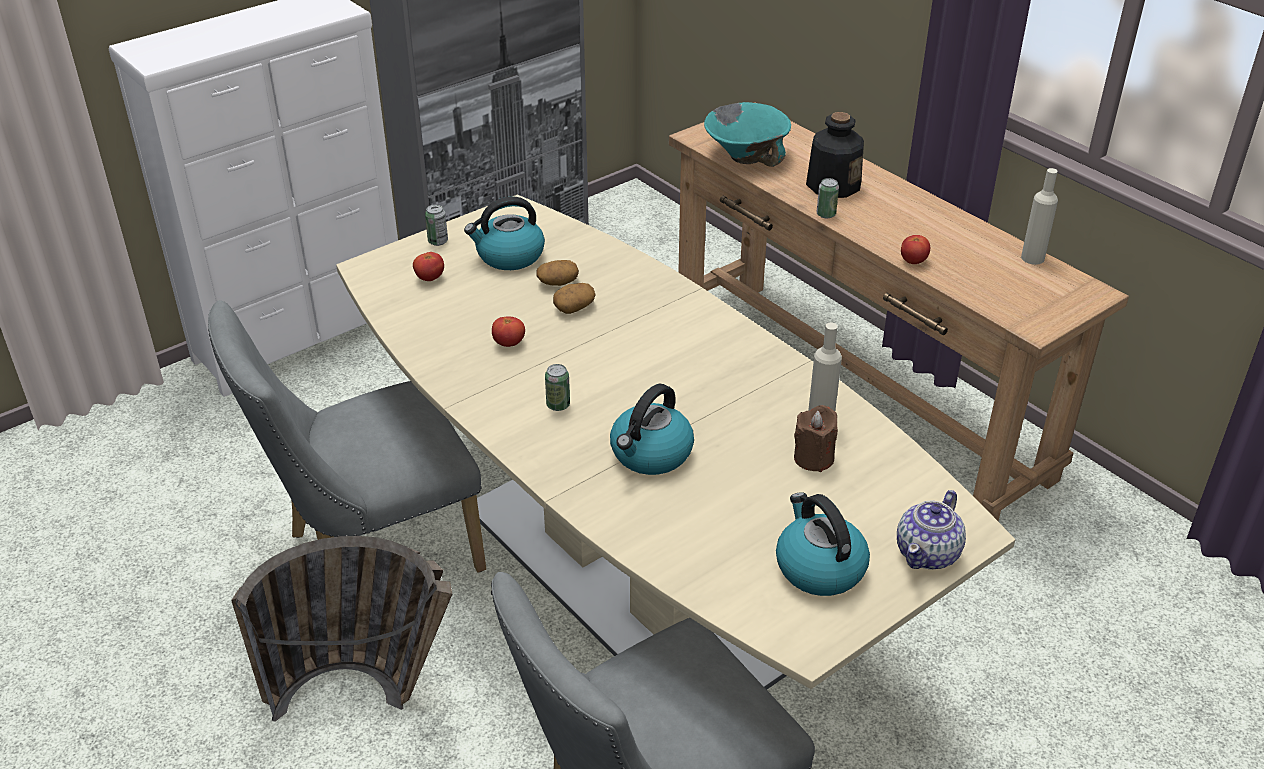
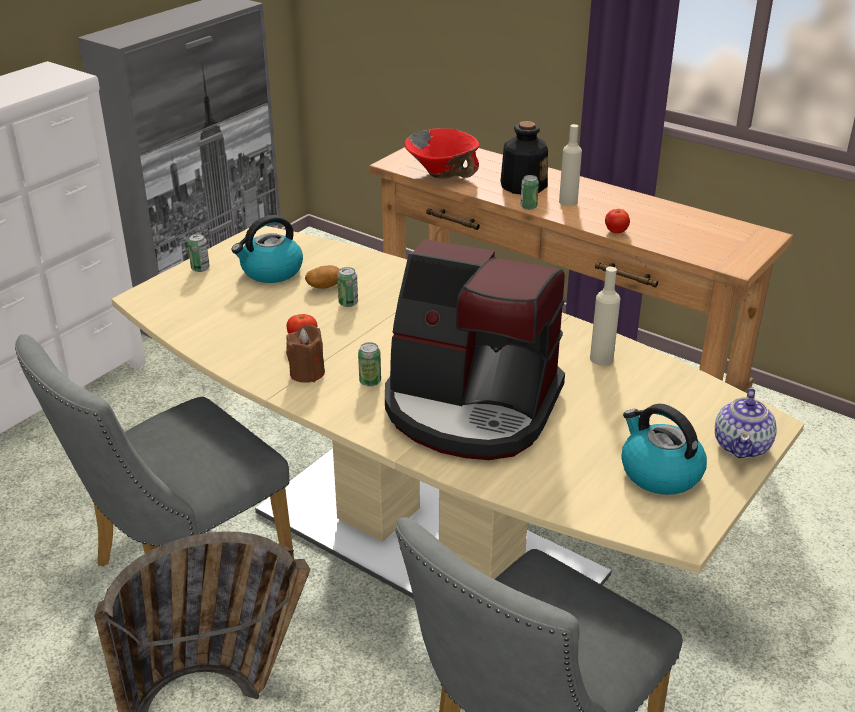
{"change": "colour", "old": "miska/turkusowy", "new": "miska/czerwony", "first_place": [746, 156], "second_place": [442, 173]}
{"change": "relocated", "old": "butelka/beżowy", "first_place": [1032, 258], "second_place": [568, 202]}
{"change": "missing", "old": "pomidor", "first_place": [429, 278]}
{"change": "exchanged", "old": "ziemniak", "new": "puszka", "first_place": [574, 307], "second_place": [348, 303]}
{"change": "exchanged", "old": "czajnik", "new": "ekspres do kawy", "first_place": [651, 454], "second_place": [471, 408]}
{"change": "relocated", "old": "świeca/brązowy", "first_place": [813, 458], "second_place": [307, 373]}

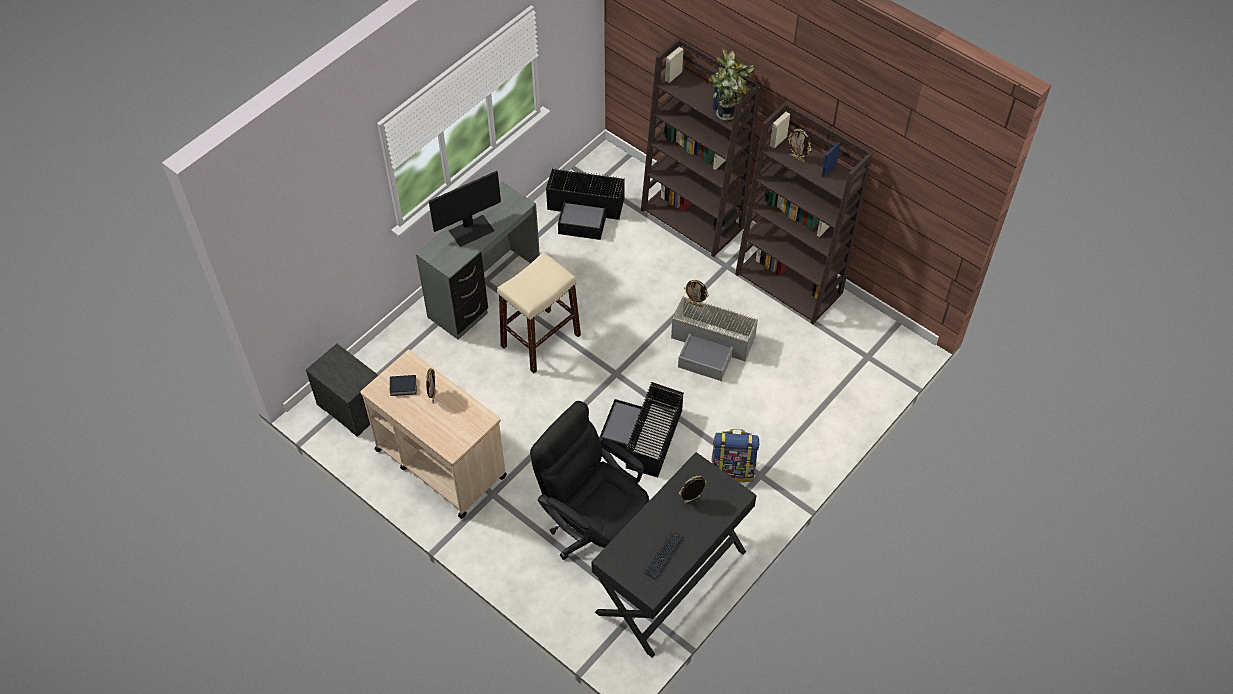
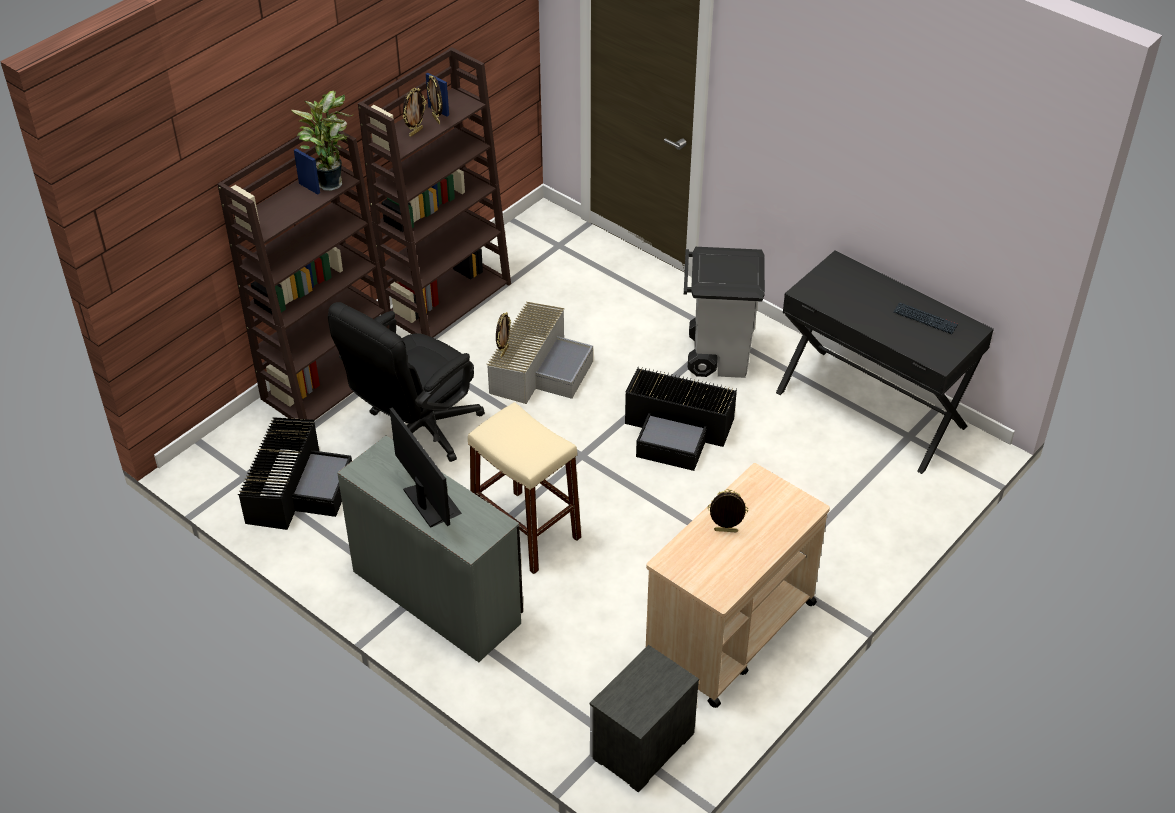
{"change": "missing", "old": "książka", "first_place": [403, 387]}
{"change": "relocated", "old": "krzesło biurowe/czarny", "first_place": [595, 528], "second_place": [415, 433]}
{"change": "exchanged", "old": "plecak", "new": "kosz na śmieci/szary", "first_place": [733, 469], "second_place": [717, 356]}
{"change": "relocated", "old": "ramka na zdjęcie", "first_place": [691, 500], "second_place": [437, 119]}

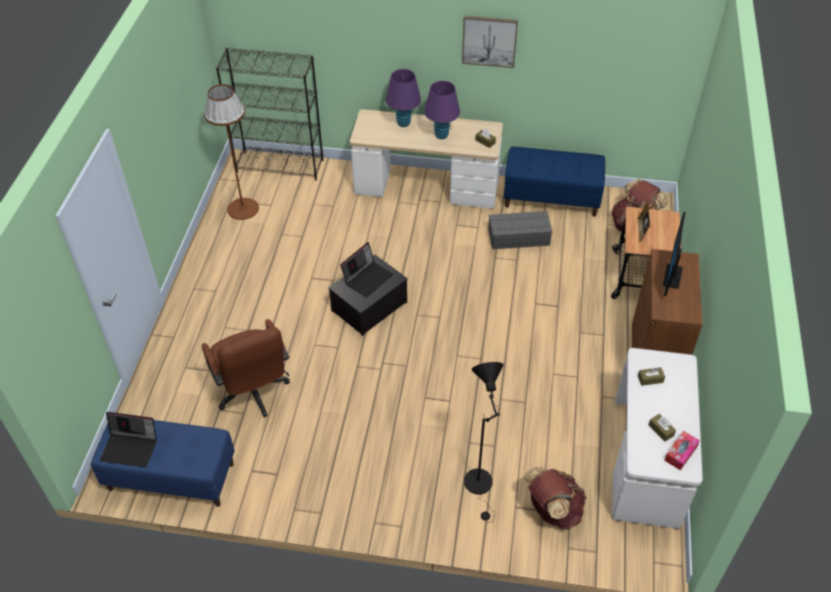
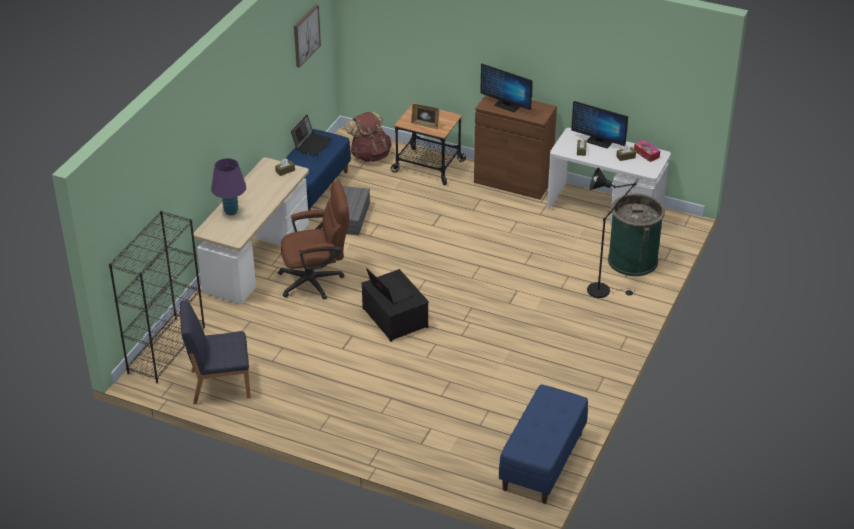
{"change": "relocated", "old": "obraz", "first_place": [489, 41], "second_place": [306, 35]}
{"change": "missing", "old": "lampa stołowa/fioletowy", "first_place": [441, 135]}
{"change": "exchanged", "old": "lampa stojąca/brązowy", "new": "krzesło/niebieski", "first_place": [243, 208], "second_place": [219, 384]}
{"change": "relocated", "old": "krzesło biurowe/brązowy", "first_place": [253, 393], "second_place": [317, 280]}
{"change": "relocated", "old": "laptop", "first_place": [131, 447], "second_place": [312, 144]}
{"change": "exchanged", "old": "plecak/brązowy", "new": "kosz na śmieci/zielony", "first_place": [552, 510], "second_place": [632, 260]}
{"change": "appeared", "new": "monitor", "second_place": [599, 142]}

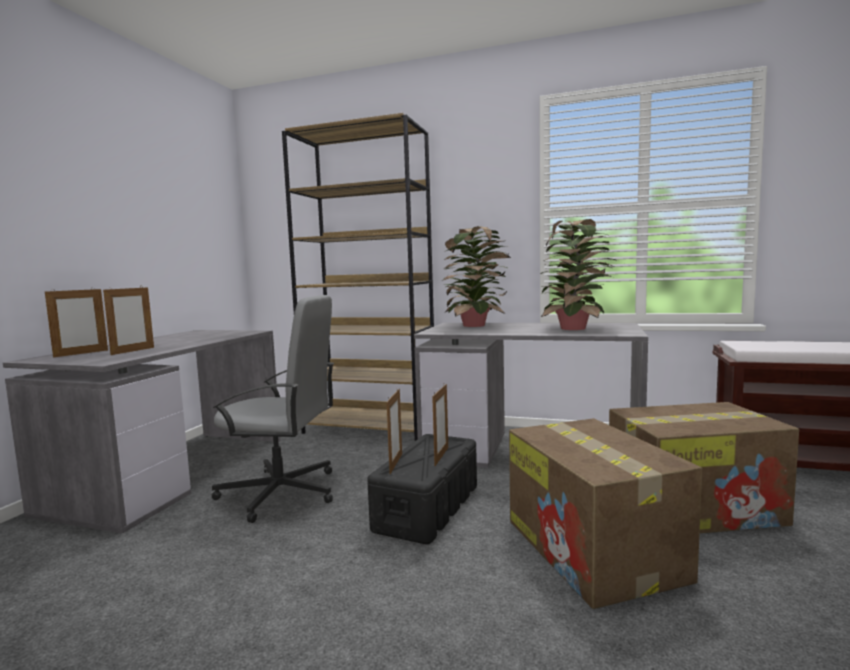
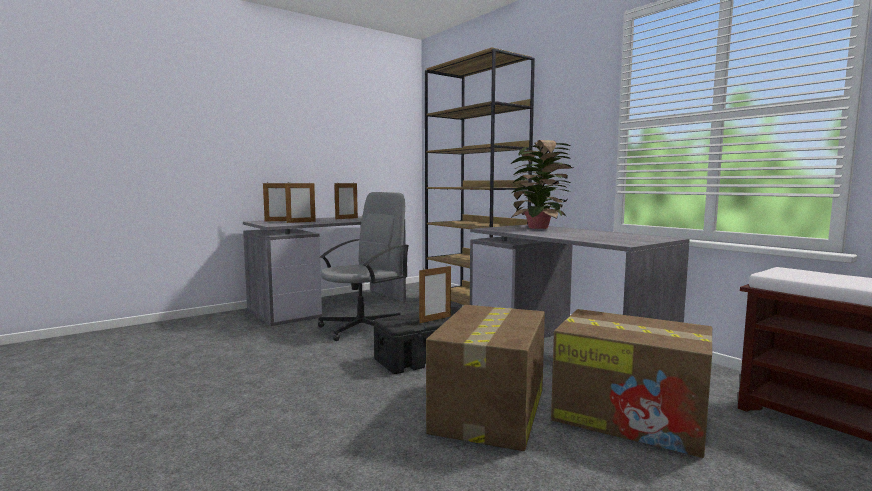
{"change": "missing", "old": "roślina doniczkowa", "first_place": [575, 328]}
{"change": "spun", "old": "krzesło biurowe/szary", "first_place": [281, 493], "second_place": [363, 328], "degrees": -90}
{"change": "relocated", "old": "ramka na zdjęcie", "first_place": [396, 463], "second_place": [346, 218]}

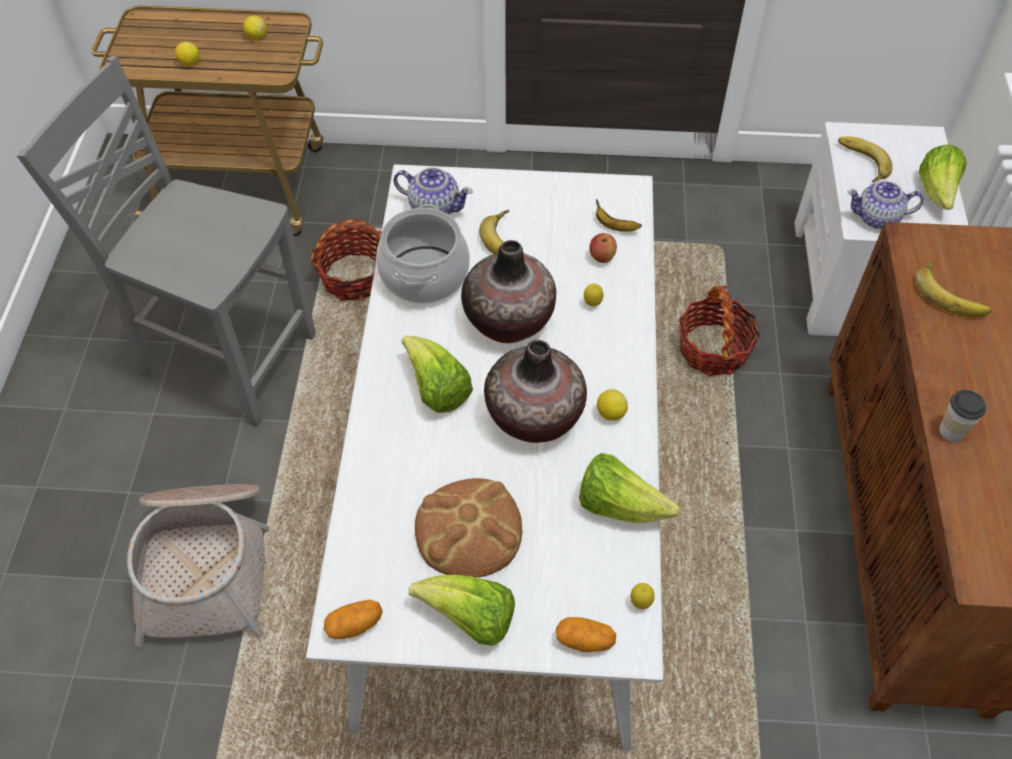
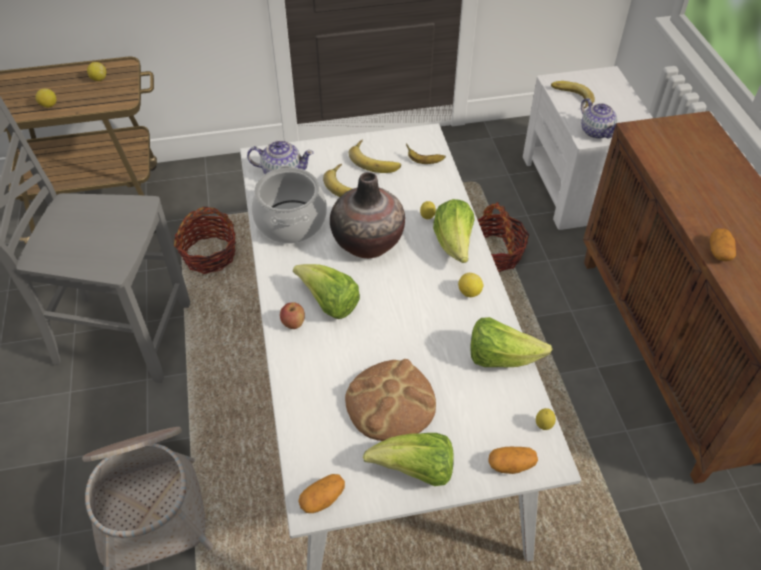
{"change": "relocated", "old": "sałata", "first_place": [937, 192], "second_place": [454, 244]}
{"change": "spun", "old": "imbryk", "first_place": [878, 218], "second_place": [596, 131], "degrees": -105}
{"change": "relocated", "old": "jabłko", "first_place": [601, 257], "second_place": [293, 323]}
{"change": "relocated", "old": "banan", "first_place": [952, 293], "second_place": [375, 160]}
{"change": "missing", "old": "wazon", "first_place": [534, 416]}
{"change": "exchanged", "old": "filiżanka", "new": "ziemniak", "first_place": [952, 431], "second_place": [719, 252]}

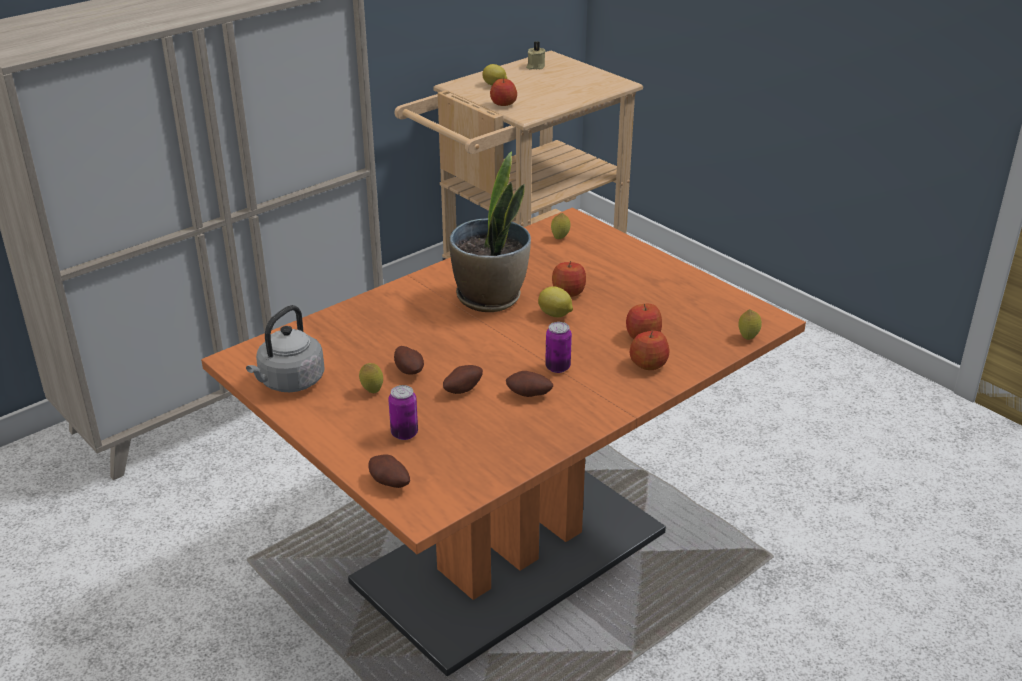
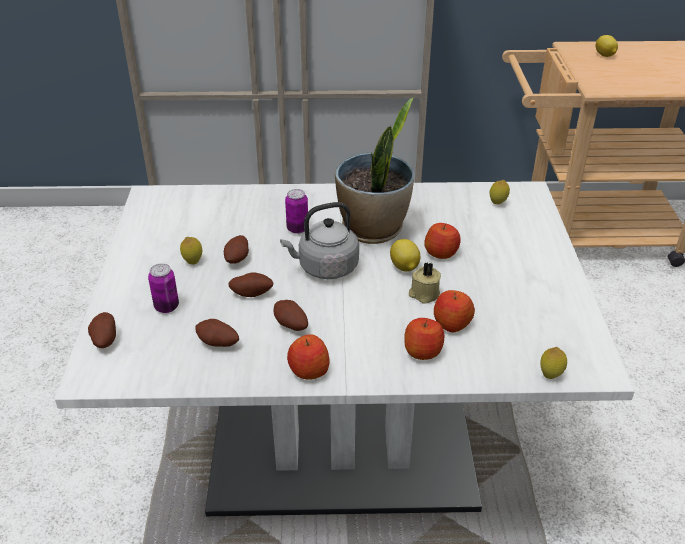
{"change": "relocated", "old": "świeca/beżowy", "first_place": [535, 66], "second_place": [424, 294]}
{"change": "relocated", "old": "jabłko", "first_place": [503, 103], "second_place": [308, 370]}
{"change": "colour", "old": "stół jadalny/pomarańczowy", "new": "stół jadalny/biały", "first_place": [511, 558], "second_place": [342, 455]}
{"change": "relocated", "old": "czajnik/szary", "first_place": [289, 382], "second_place": [325, 268]}
{"change": "relocated", "old": "puszka", "first_place": [557, 367], "second_place": [297, 229]}
{"change": "appeared", "new": "ziemniak", "second_place": [217, 344]}

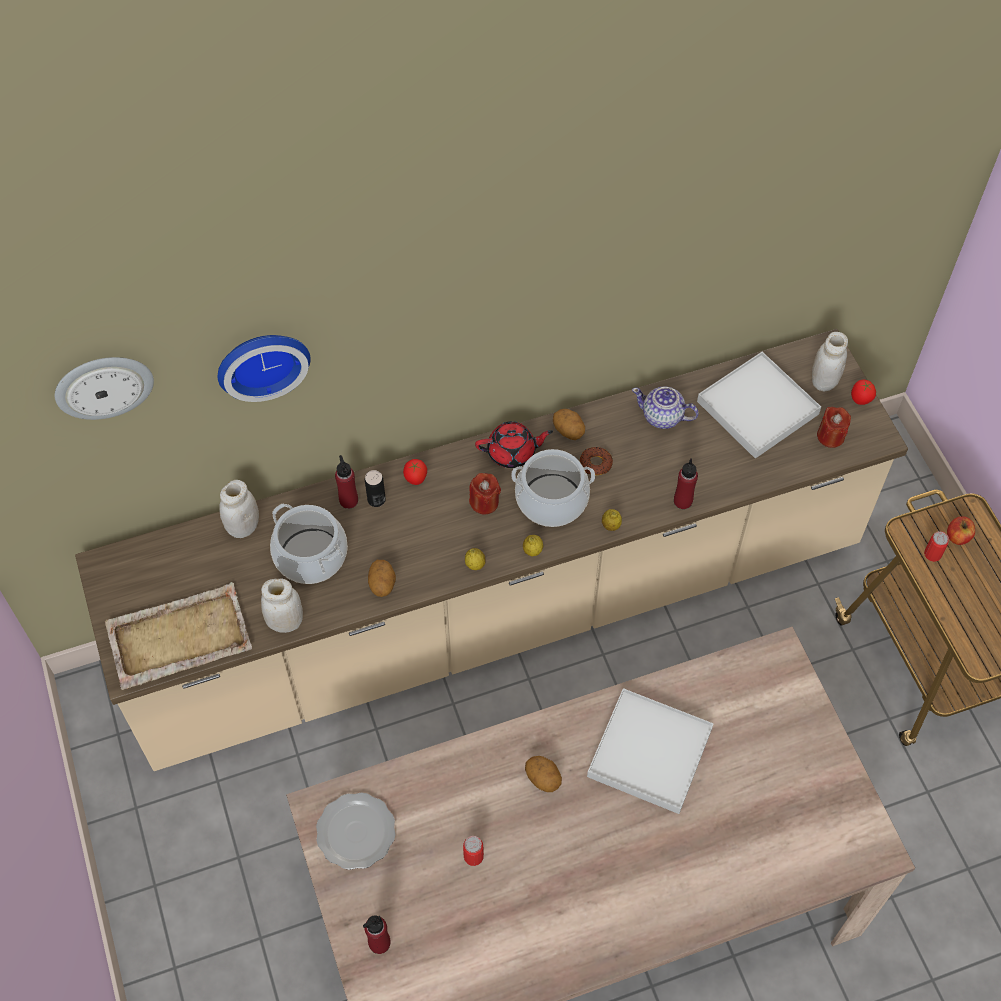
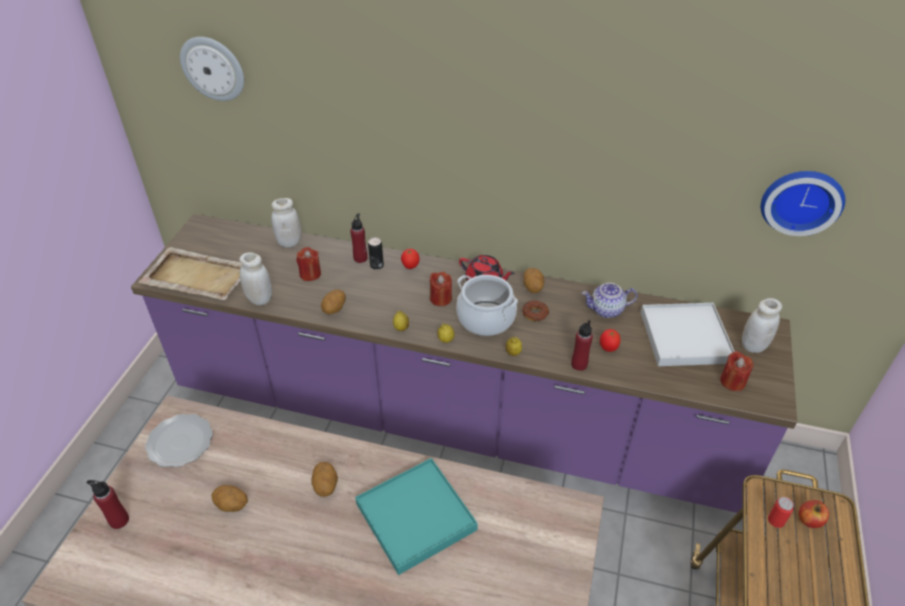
{"change": "colour", "old": "zabudowa kuchenna/beżowy", "new": "zabudowa kuchenna/fioletowy", "first_place": [500, 610], "second_place": [452, 419]}
{"change": "relocated", "old": "zegar ścienny", "first_place": [261, 361], "second_place": [801, 199]}
{"change": "relocated", "old": "pomidor", "first_place": [860, 400], "second_place": [608, 348]}
{"change": "spun", "old": "imbryk", "first_place": [663, 417], "second_place": [607, 310], "degrees": -60}
{"change": "exchanged", "old": "garnek", "new": "świeca/czerwony", "first_place": [311, 555], "second_place": [310, 274]}
{"change": "colour", "old": "taca/biały", "new": "taca/turkusowy", "first_place": [649, 753], "second_place": [415, 517]}
{"change": "exchanged", "old": "puszka", "new": "ziemniak", "first_place": [473, 856], "second_place": [232, 506]}

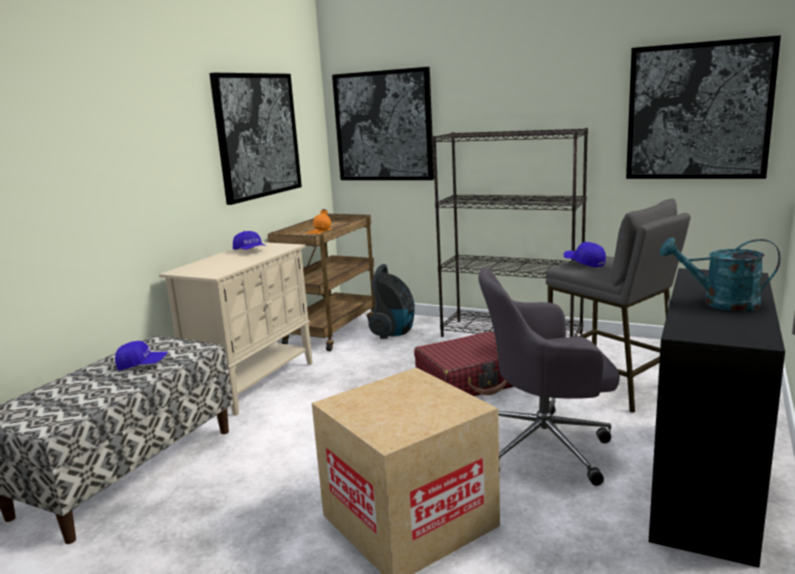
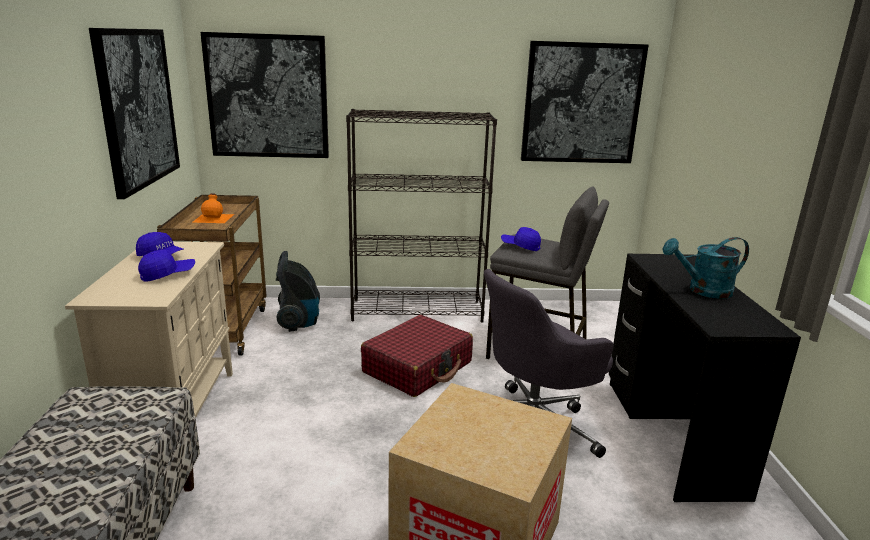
{"change": "relocated", "old": "czapka z daszkiem/niebieski", "first_place": [142, 365], "second_place": [168, 274]}

